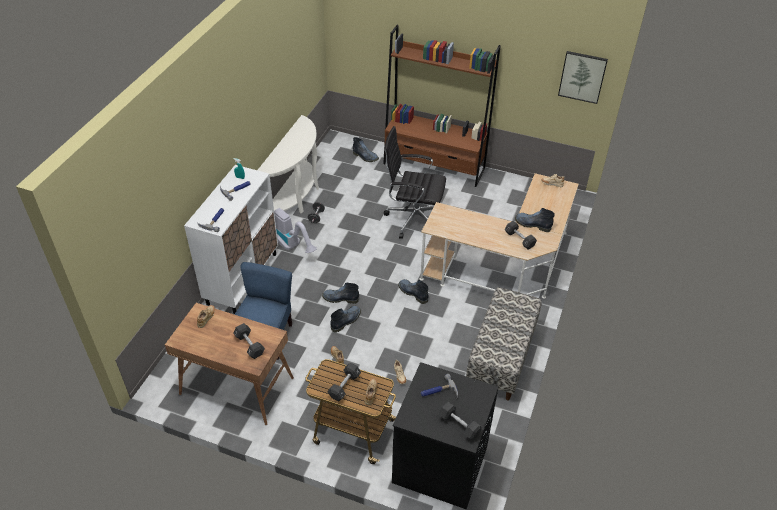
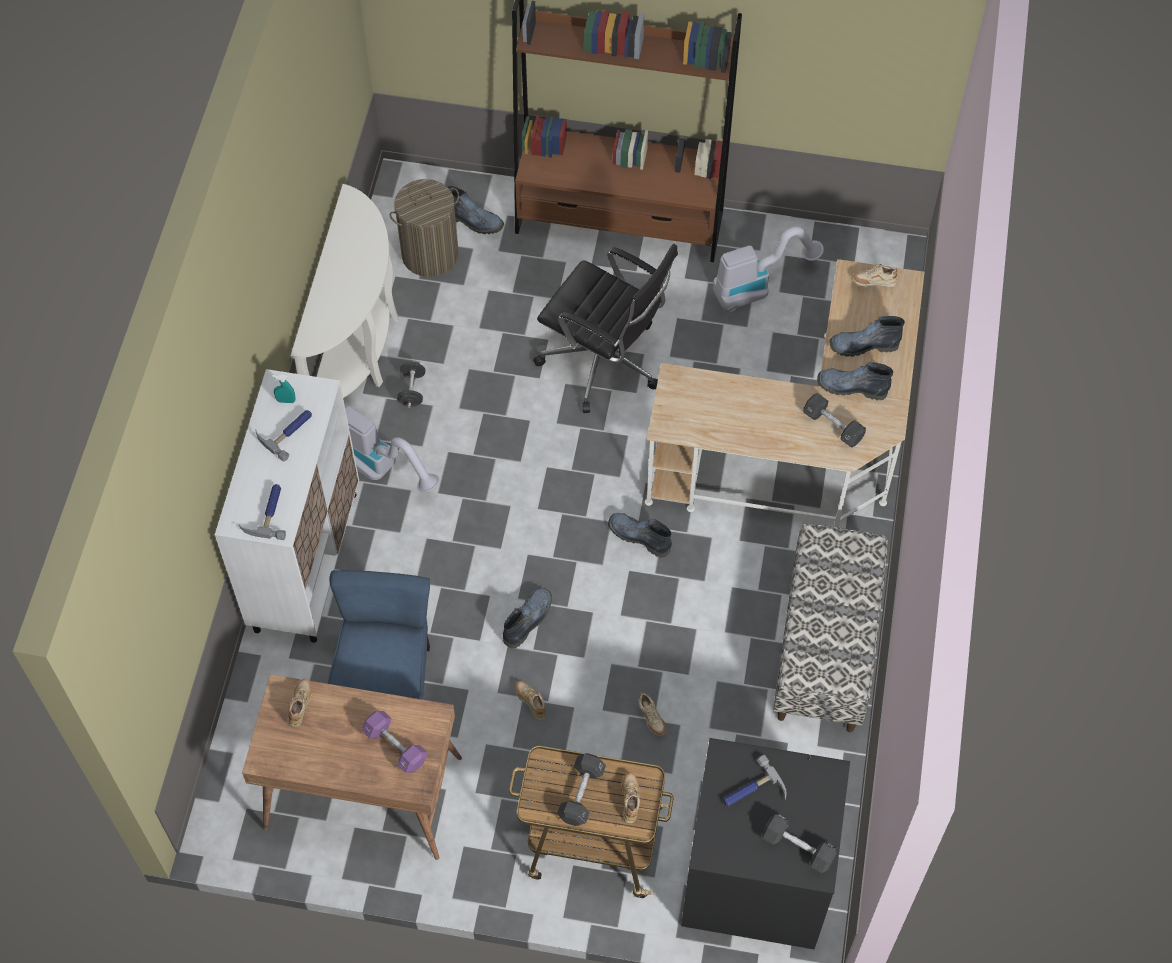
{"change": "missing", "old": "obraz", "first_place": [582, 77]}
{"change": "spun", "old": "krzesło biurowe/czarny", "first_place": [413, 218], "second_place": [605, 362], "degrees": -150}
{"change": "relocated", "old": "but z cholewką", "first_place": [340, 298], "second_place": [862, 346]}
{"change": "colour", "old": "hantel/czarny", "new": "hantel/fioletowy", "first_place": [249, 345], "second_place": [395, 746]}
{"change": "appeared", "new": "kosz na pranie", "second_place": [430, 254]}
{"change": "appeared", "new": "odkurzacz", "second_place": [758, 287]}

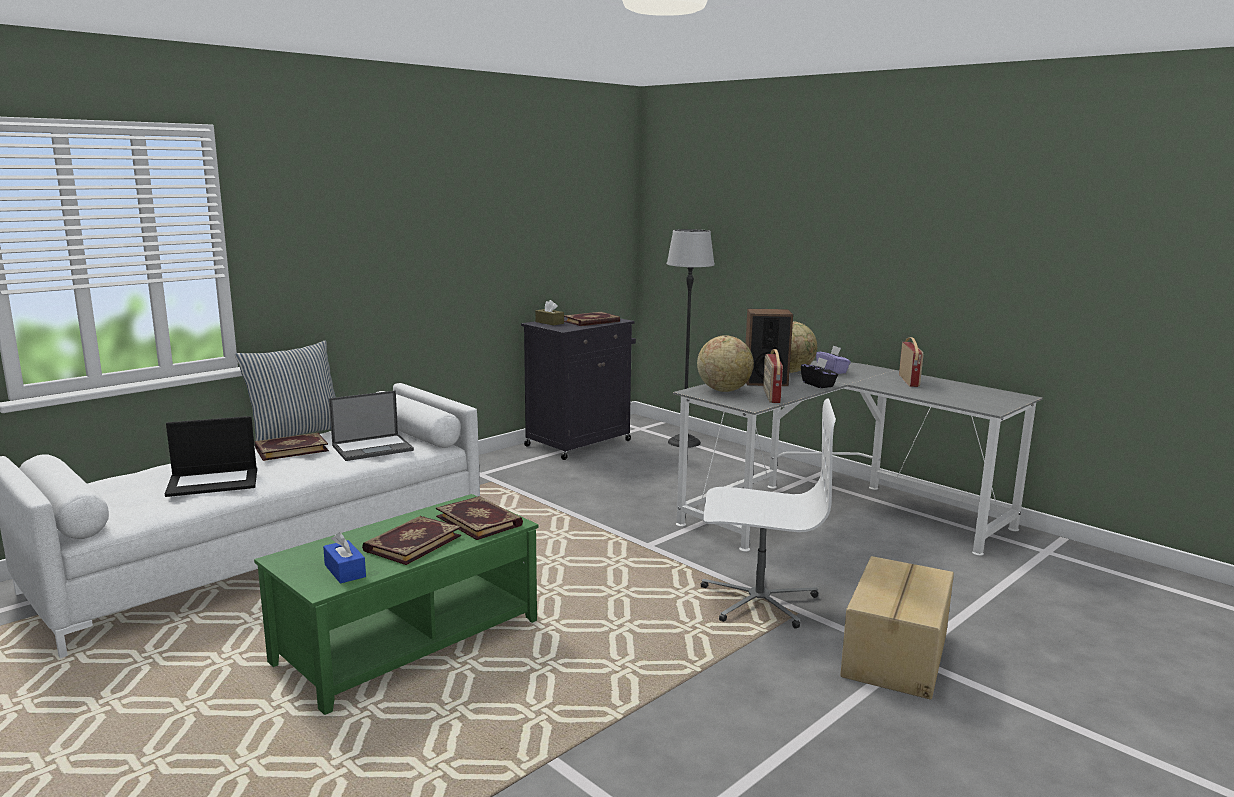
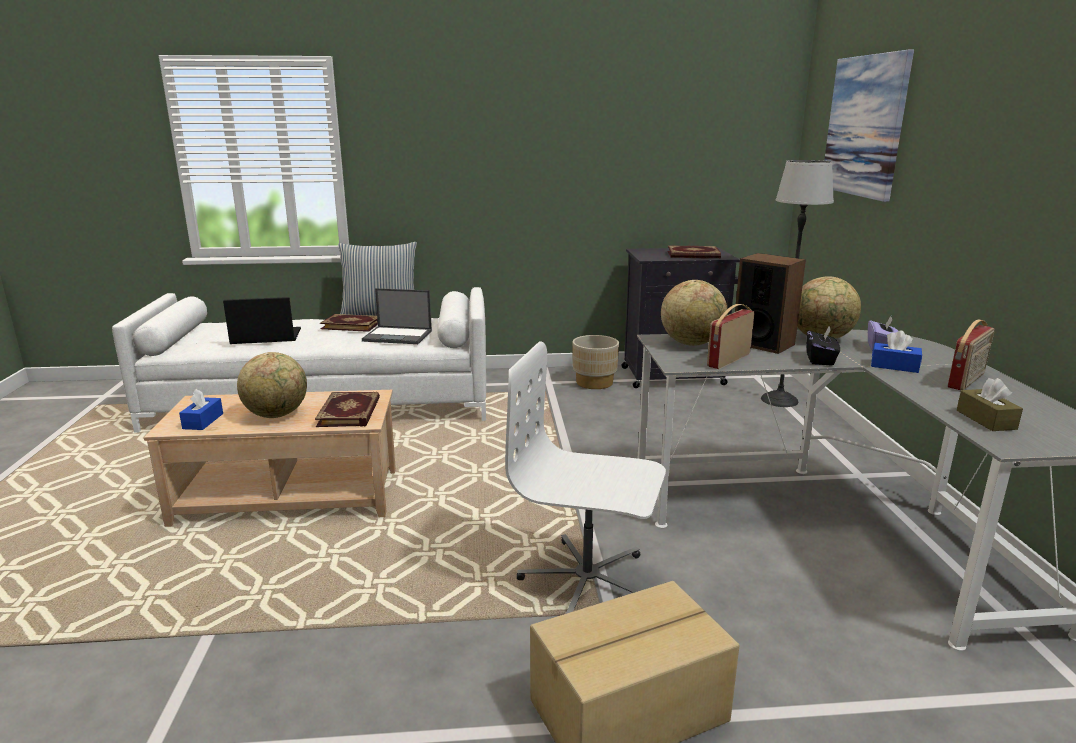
{"change": "relocated", "old": "pudełko chusteczek/brązowy", "first_place": [549, 322], "second_place": [986, 420]}
{"change": "spun", "old": "krzesło biurowe/biały", "first_place": [758, 600], "second_place": [587, 581], "degrees": 150}
{"change": "spun", "old": "laptop", "first_place": [214, 482], "second_place": [265, 337], "degrees": 150}
{"change": "colour", "old": "ława/zielony", "new": "ława/beżowy", "first_place": [408, 640], "second_place": [290, 496]}
{"change": "exchanged", "old": "książka", "new": "globus", "first_place": [412, 543], "second_place": [277, 415]}
{"change": "appeared", "new": "obraz", "second_place": [865, 126]}
{"change": "appeared", "new": "pudełko chusteczek/niebieski", "second_place": [894, 366]}
{"change": "appeared", "new": "donica/beżowy", "second_place": [594, 383]}

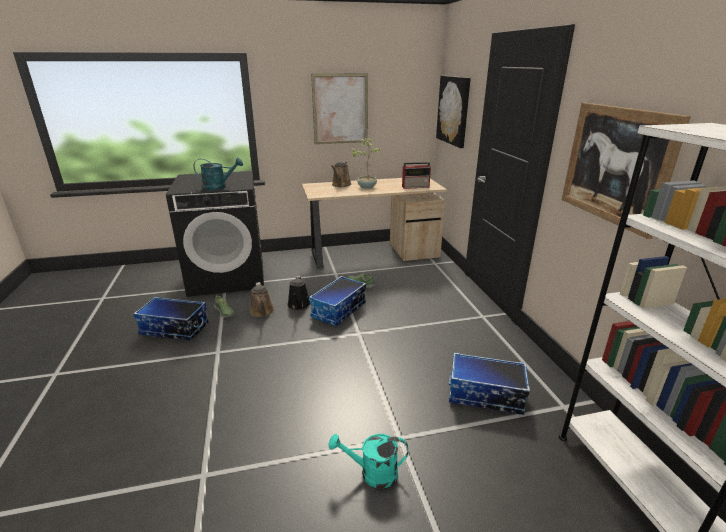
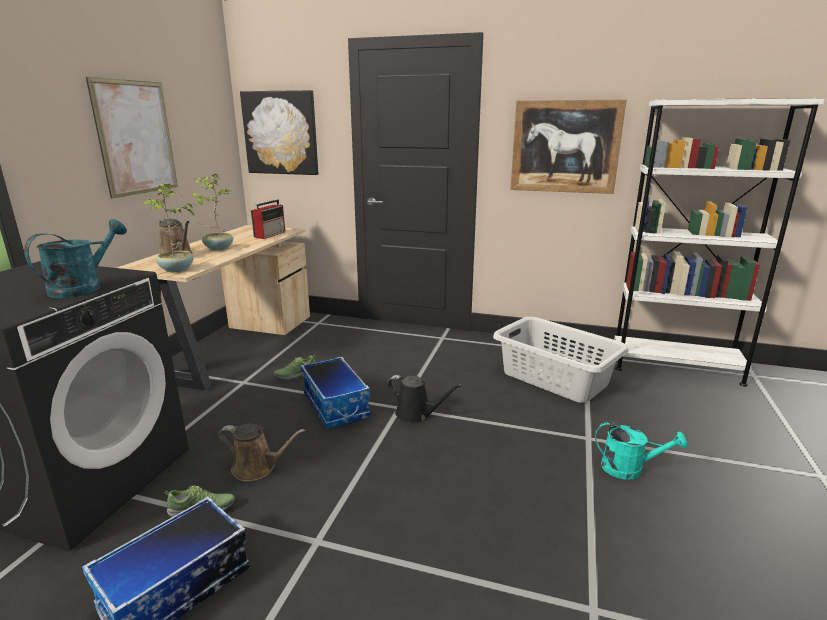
{"change": "relocated", "old": "konewka/czarny", "first_place": [299, 305], "second_place": [417, 414]}
{"change": "exchanged", "old": "pojemnik do przechowywania", "new": "kosz na pranie/szary", "first_place": [485, 395], "second_place": [554, 378]}
{"change": "spun", "old": "konewka/turkusowy", "first_place": [372, 473], "second_place": [629, 469], "degrees": -105}
{"change": "appeared", "new": "roślina doniczkowa", "second_place": [176, 270]}

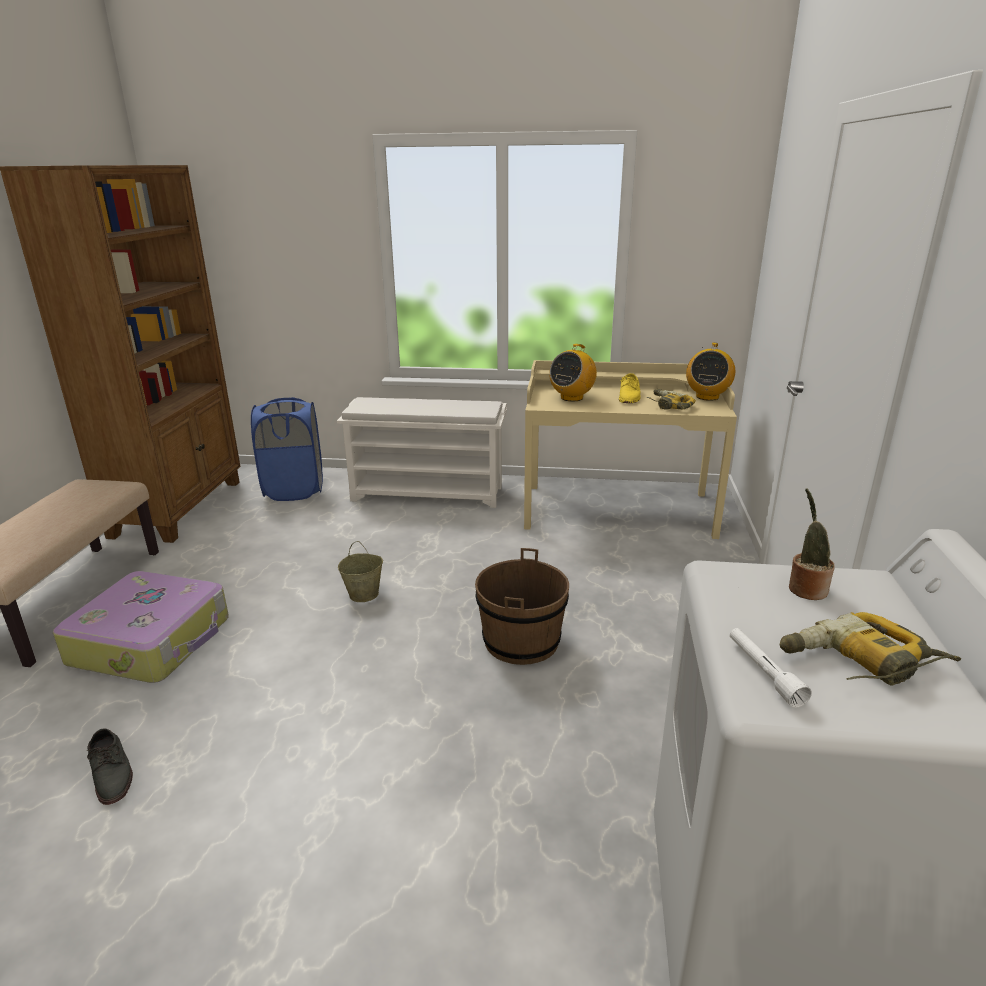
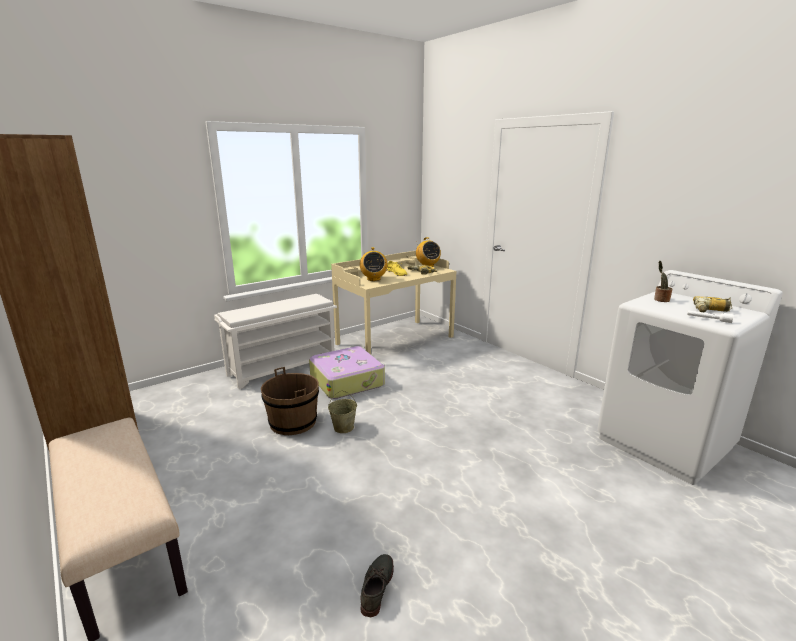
{"change": "missing", "old": "kosz na pranie/niebieski", "first_place": [294, 490]}
{"change": "relocated", "old": "wiadro/brązowy", "first_place": [521, 641], "second_place": [293, 422]}
{"change": "relocated", "old": "walizka", "first_place": [153, 641], "second_place": [347, 380]}
{"change": "spun", "old": "but/szary", "first_place": [112, 772], "second_place": [376, 586], "degrees": -90}

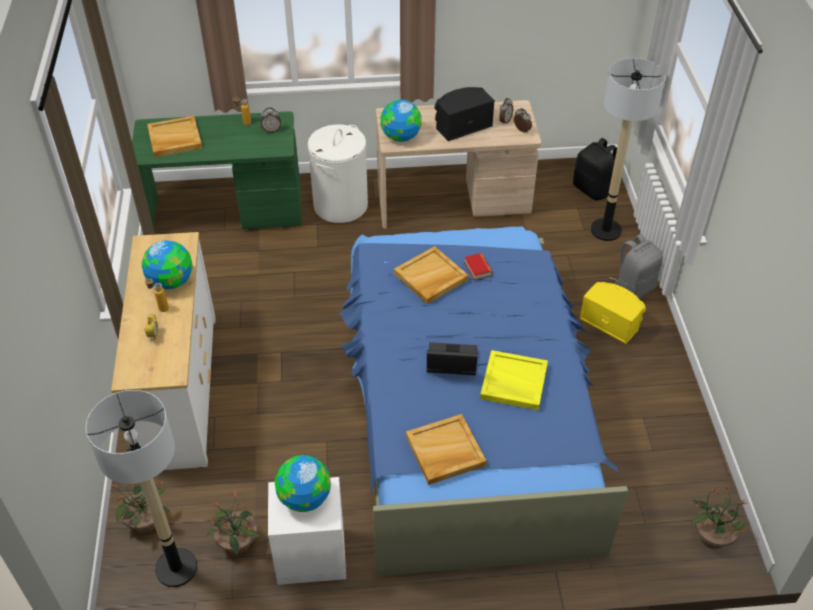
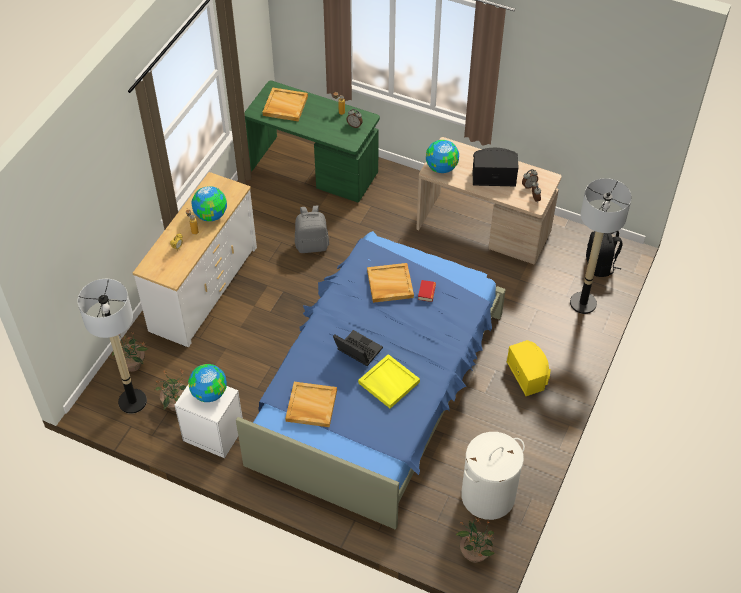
{"change": "relocated", "old": "kosz na pranie/biały", "first_place": [341, 205], "second_place": [488, 496]}
{"change": "relocated", "old": "plecak/szary", "first_place": [633, 288], "second_place": [312, 245]}

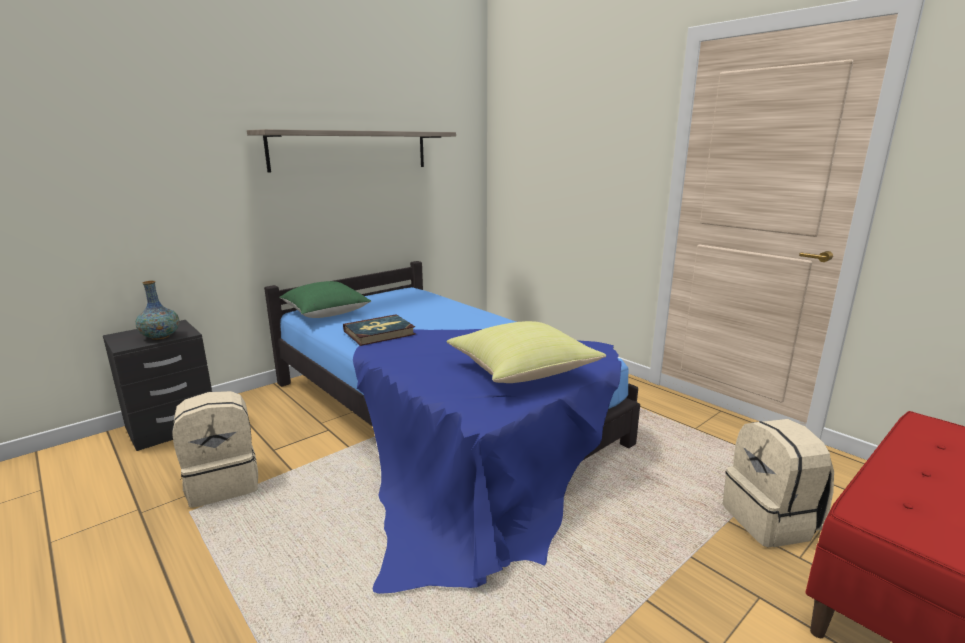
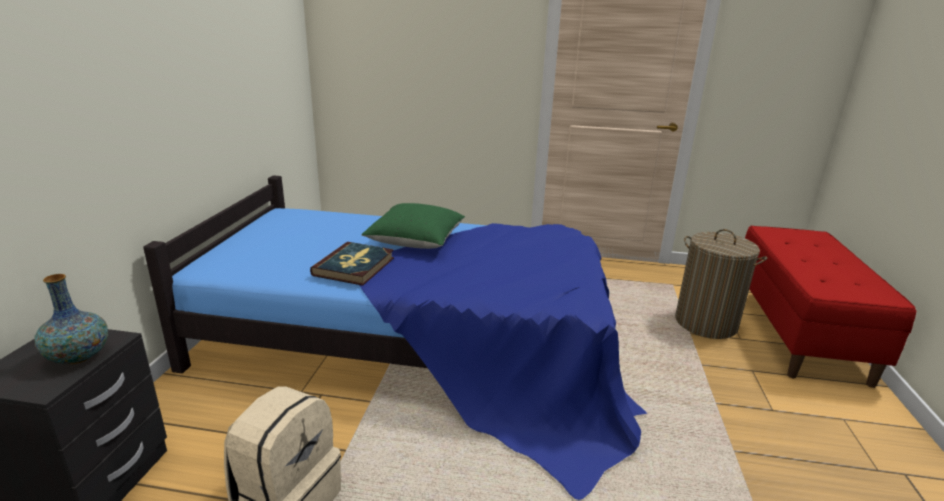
{"change": "missing", "old": "półka", "first_place": [351, 150]}
{"change": "relocated", "old": "poduszka/zielony", "first_place": [326, 313], "second_place": [416, 241]}
{"change": "missing", "old": "poduszka/żółty", "first_place": [522, 371]}
{"change": "exchanged", "old": "plecak/beżowy", "new": "kosz na pranie", "first_place": [771, 521], "second_place": [706, 323]}

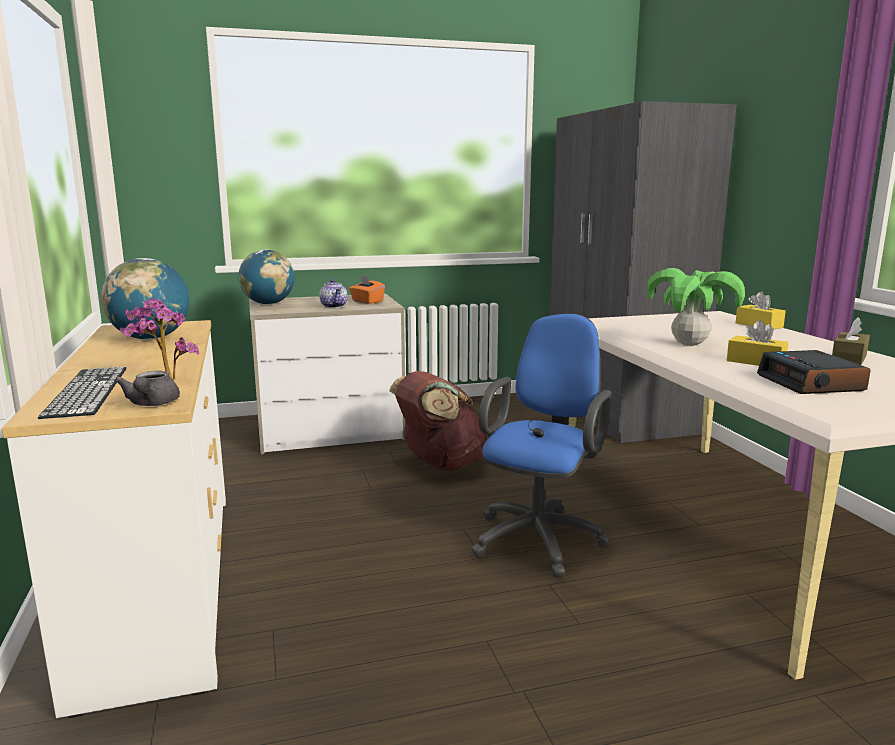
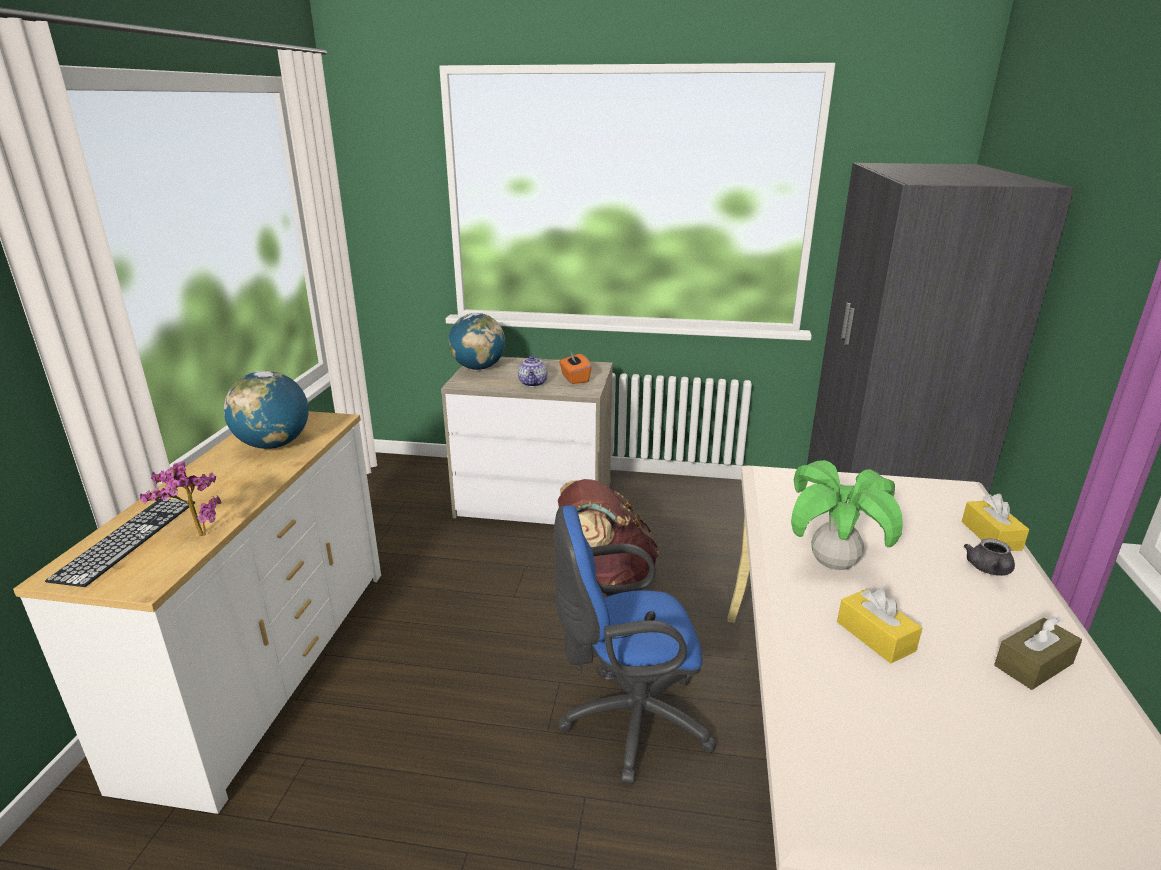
{"change": "spun", "old": "krzesło biurowe/niebieski", "first_place": [540, 537], "second_place": [627, 721], "degrees": -150}
{"change": "missing", "old": "budzik", "first_place": [811, 383]}
{"change": "relocated", "old": "imbryk/szary", "first_place": [151, 404], "second_place": [989, 570]}

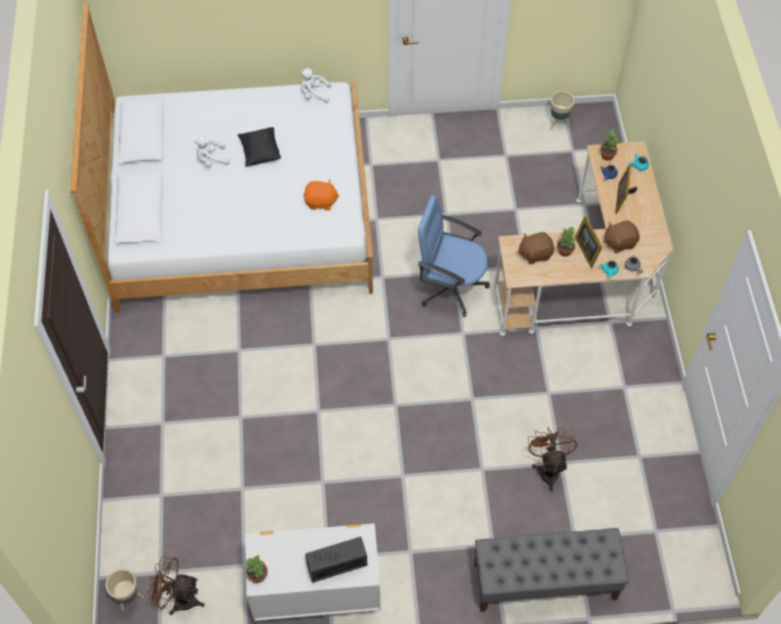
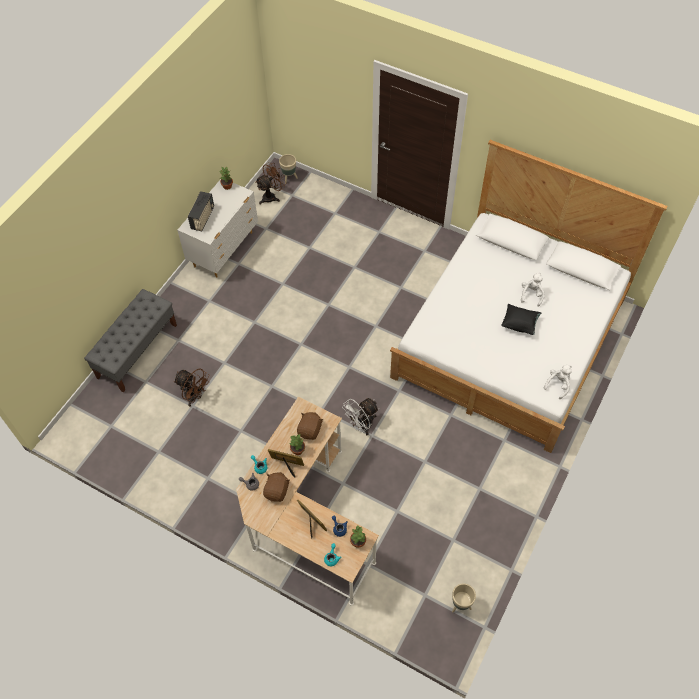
{"change": "missing", "old": "pluszak/pomarańczowy", "first_place": [321, 202]}
{"change": "exchanged", "old": "krzesło biurowe/niebieski", "new": "wentylator/biały", "first_place": [450, 286], "second_place": [361, 425]}

